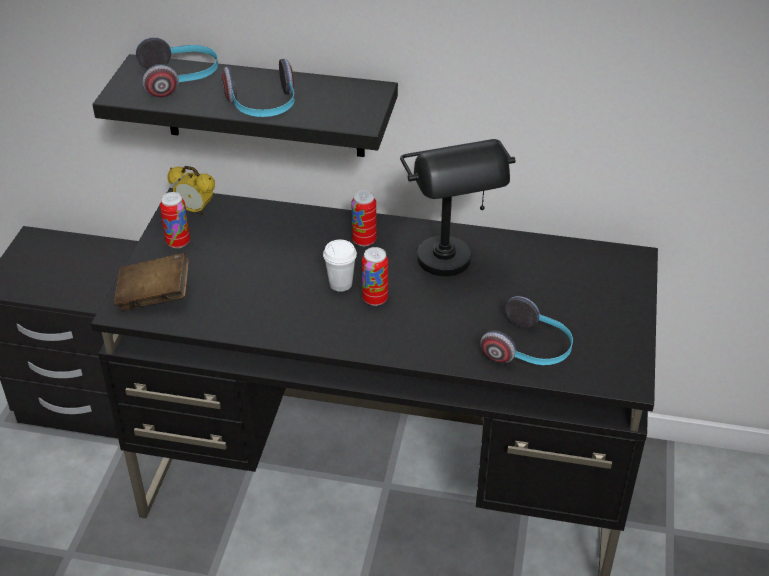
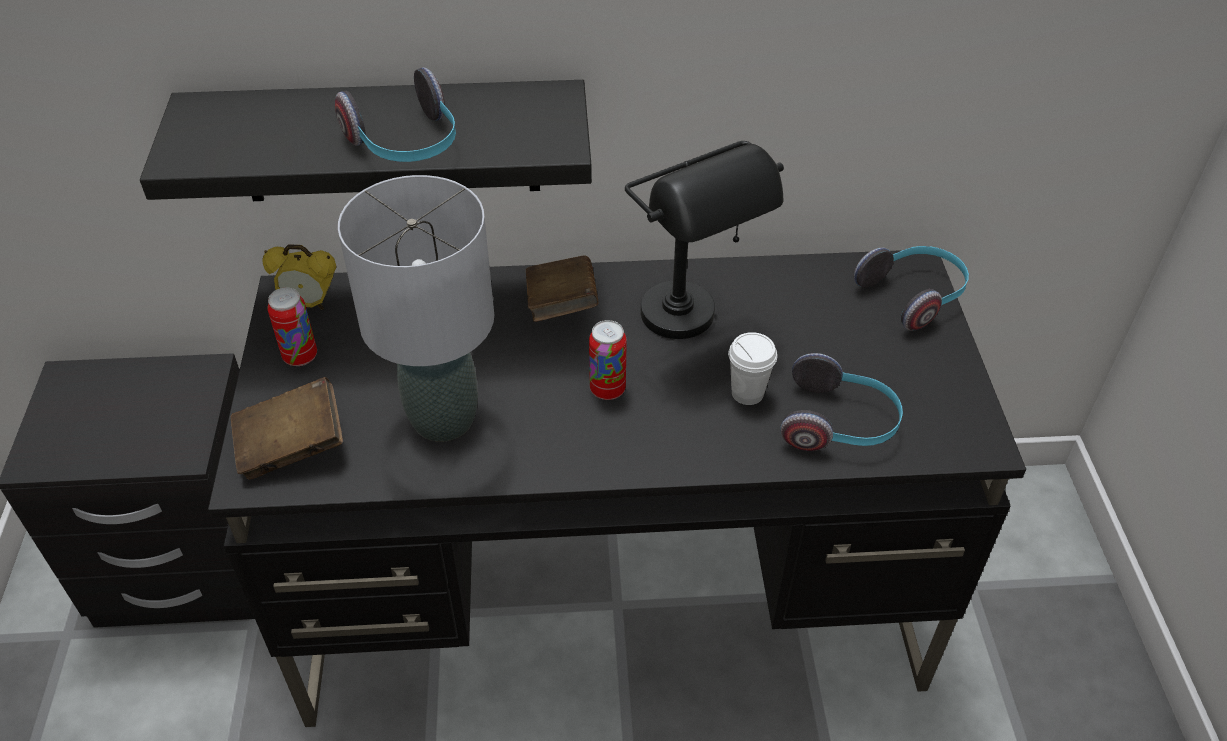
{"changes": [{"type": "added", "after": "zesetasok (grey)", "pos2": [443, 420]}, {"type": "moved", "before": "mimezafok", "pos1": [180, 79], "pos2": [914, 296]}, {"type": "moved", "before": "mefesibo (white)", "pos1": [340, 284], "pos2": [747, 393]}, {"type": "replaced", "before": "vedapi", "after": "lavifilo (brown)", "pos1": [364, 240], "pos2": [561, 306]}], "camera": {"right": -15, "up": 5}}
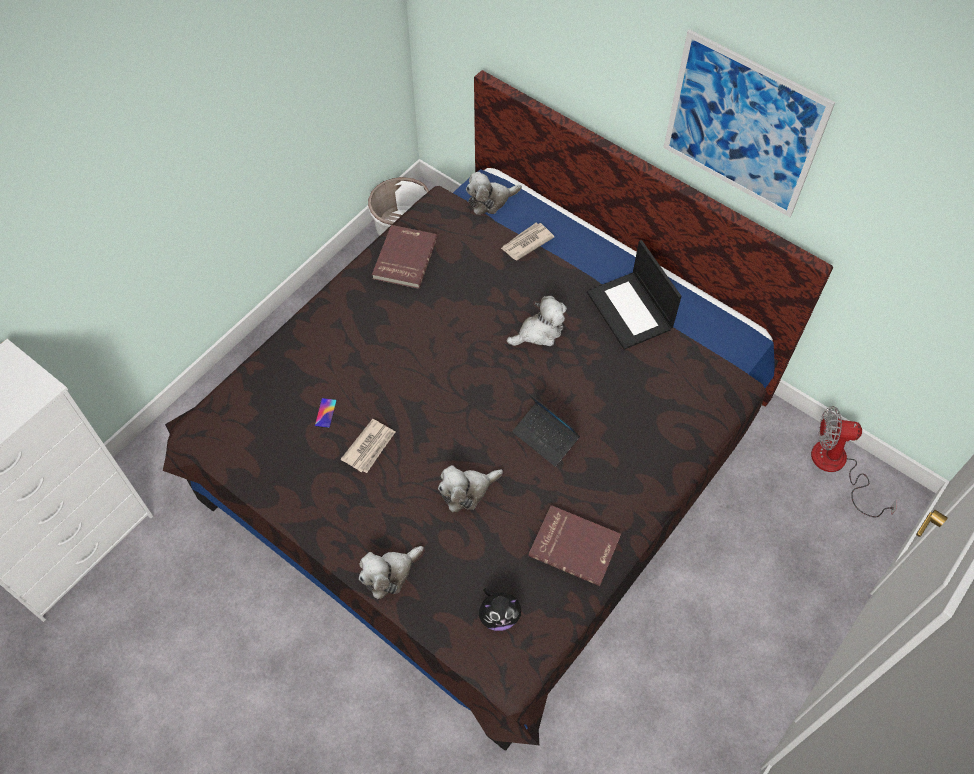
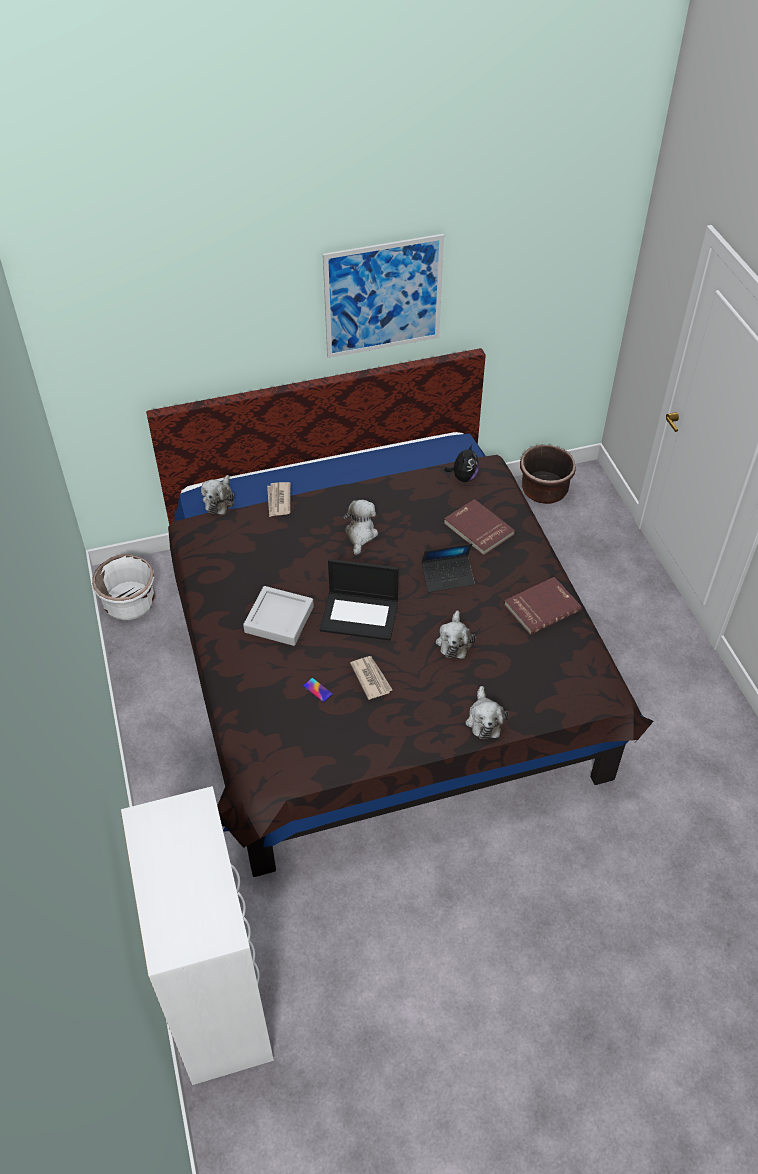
{"changes": [{"type": "added", "after": "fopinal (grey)", "pos2": [279, 619]}, {"type": "moved", "before": "lavifilo (red)", "pos1": [404, 258], "pos2": [478, 529]}, {"type": "moved", "before": "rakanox", "pos1": [499, 616], "pos2": [463, 477]}, {"type": "moved", "before": "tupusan", "pos1": [630, 311], "pos2": [360, 615]}, {"type": "replaced", "before": "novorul", "after": "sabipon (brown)", "pos1": [837, 467], "pos2": [544, 490]}], "camera": {"right": -55, "up": -10}}
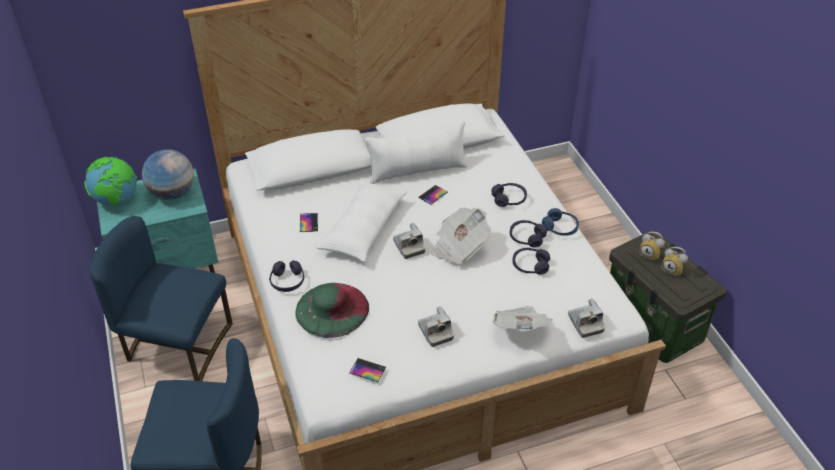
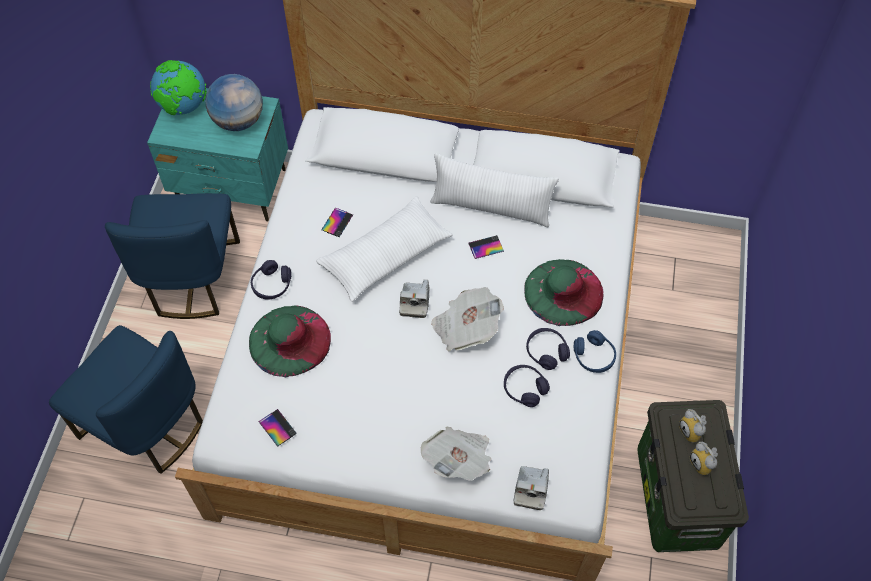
{"changes": [{"type": "removed", "before": "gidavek", "pos1": [435, 332]}, {"type": "replaced", "before": "mimezafok (purple)", "after": "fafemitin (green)", "pos1": [509, 199], "pos2": [563, 292]}, {"type": "turned", "before": "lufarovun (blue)", "pos1": [177, 346], "pos2": [192, 278], "turn": -135}], "camera": {"right": 30, "up": 15}}
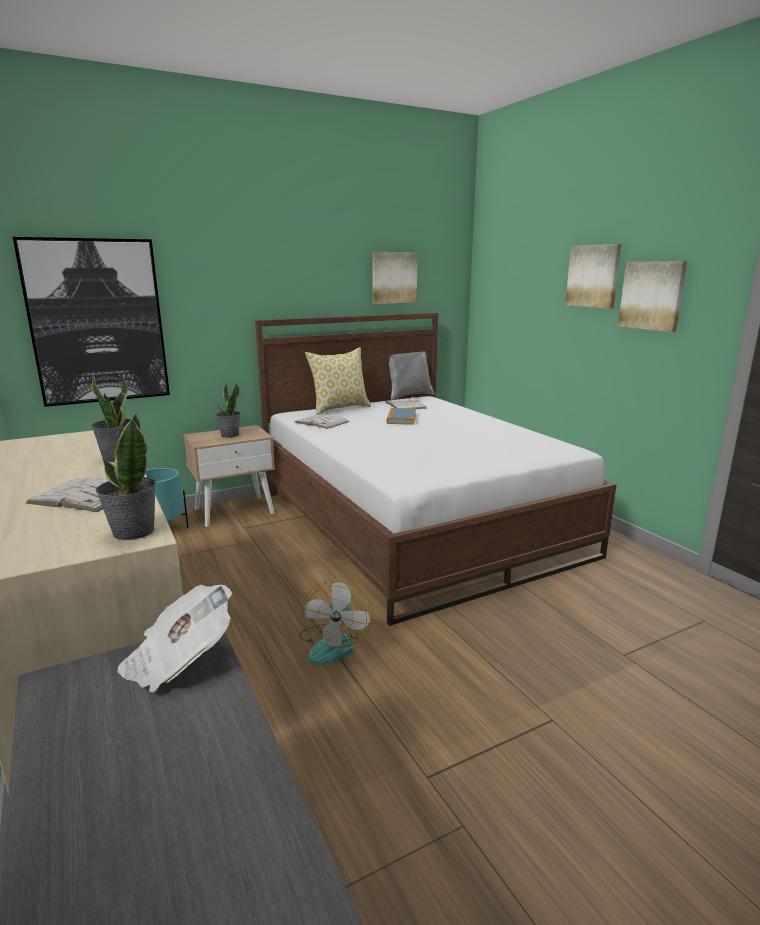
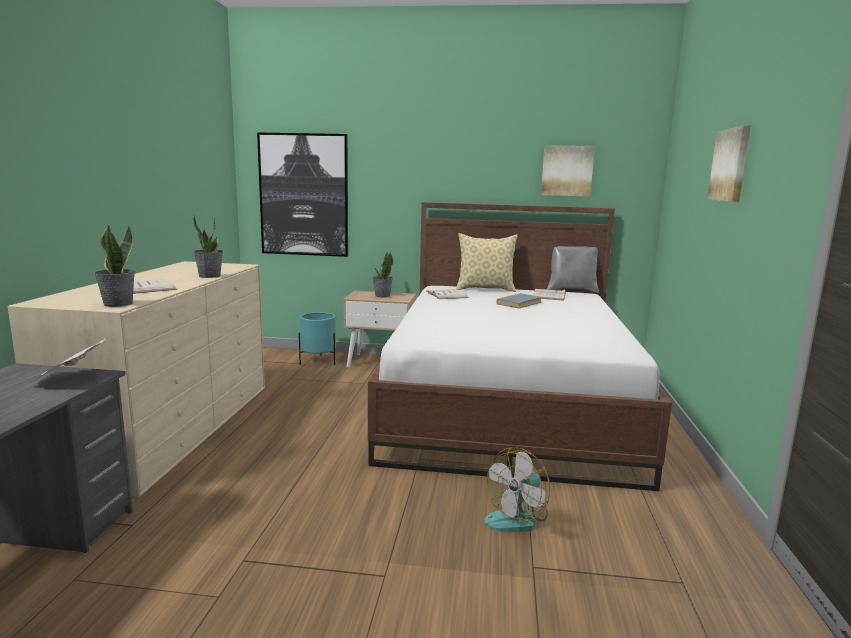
{"changes": [{"type": "removed", "before": "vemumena", "pos1": [652, 295]}, {"type": "moved", "before": "novorul", "pos1": [334, 644], "pos2": [517, 517]}], "camera": {"right": 35, "up": -5}}
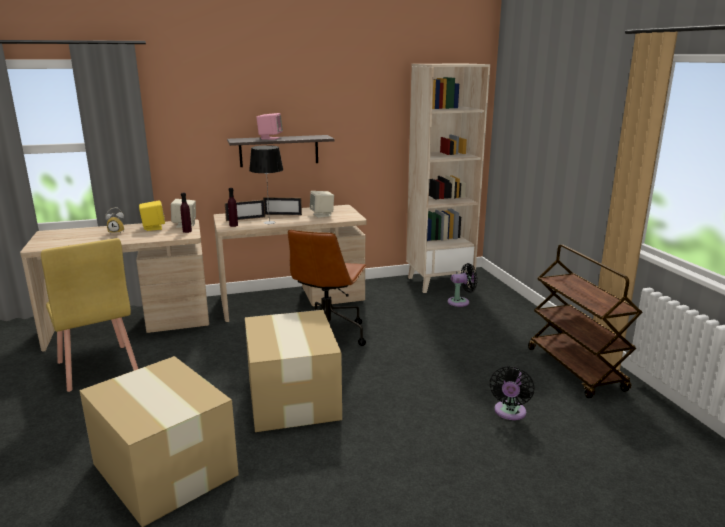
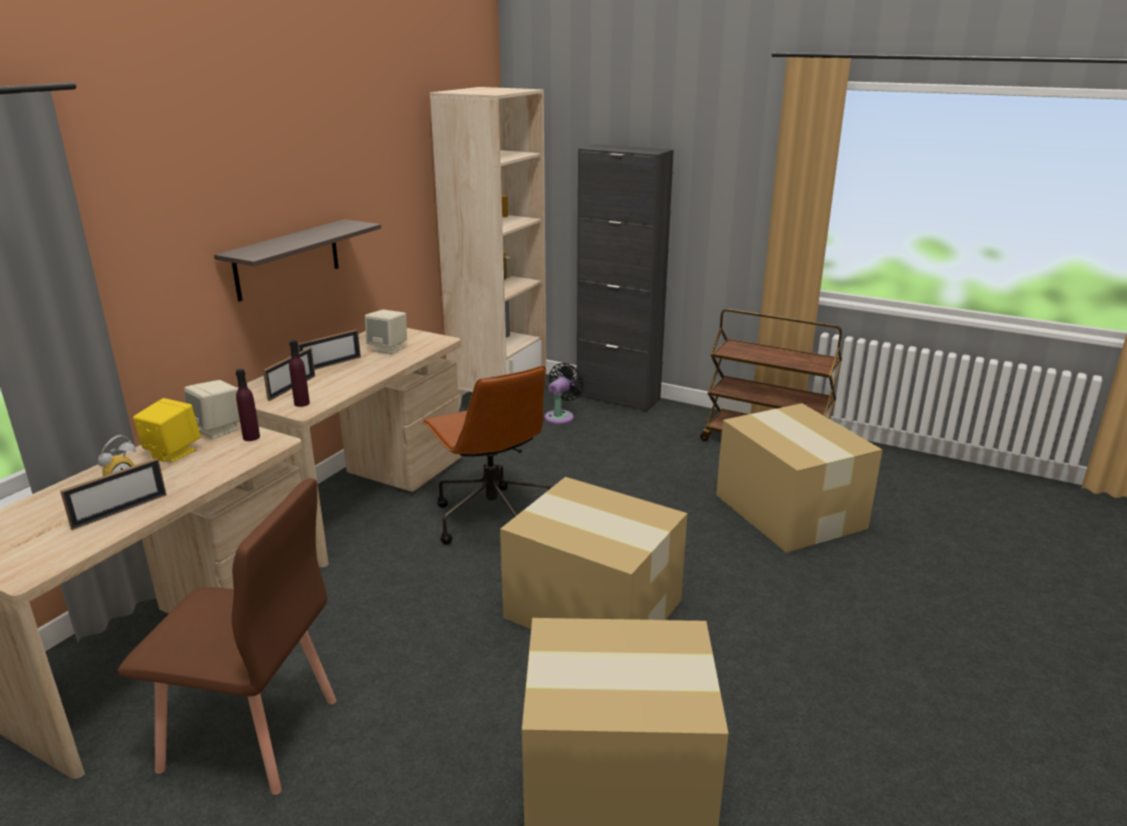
{"changes": [{"type": "removed", "before": "zesetasok", "pos1": [269, 222]}, {"type": "removed", "before": "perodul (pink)", "pos1": [270, 138]}, {"type": "added", "after": "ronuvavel", "pos2": [120, 511]}, {"type": "added", "after": "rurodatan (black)", "pos2": [618, 398]}, {"type": "replaced", "before": "novorul (black)", "after": "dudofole", "pos1": [509, 413], "pos2": [789, 510]}, {"type": "recoloured", "before": "lufarovun (yellow)", "after": "lufarovun (brown)", "pos1": [97, 367], "pos2": [251, 735]}], "camera": {"right": -45, "up": 5}}
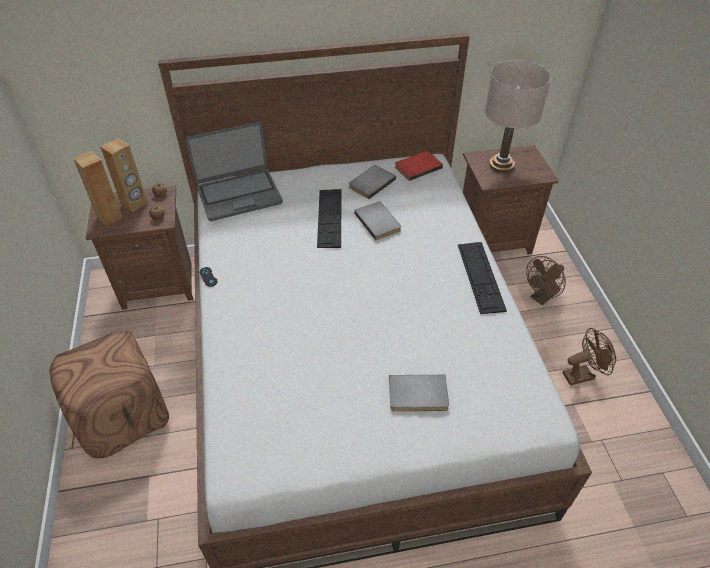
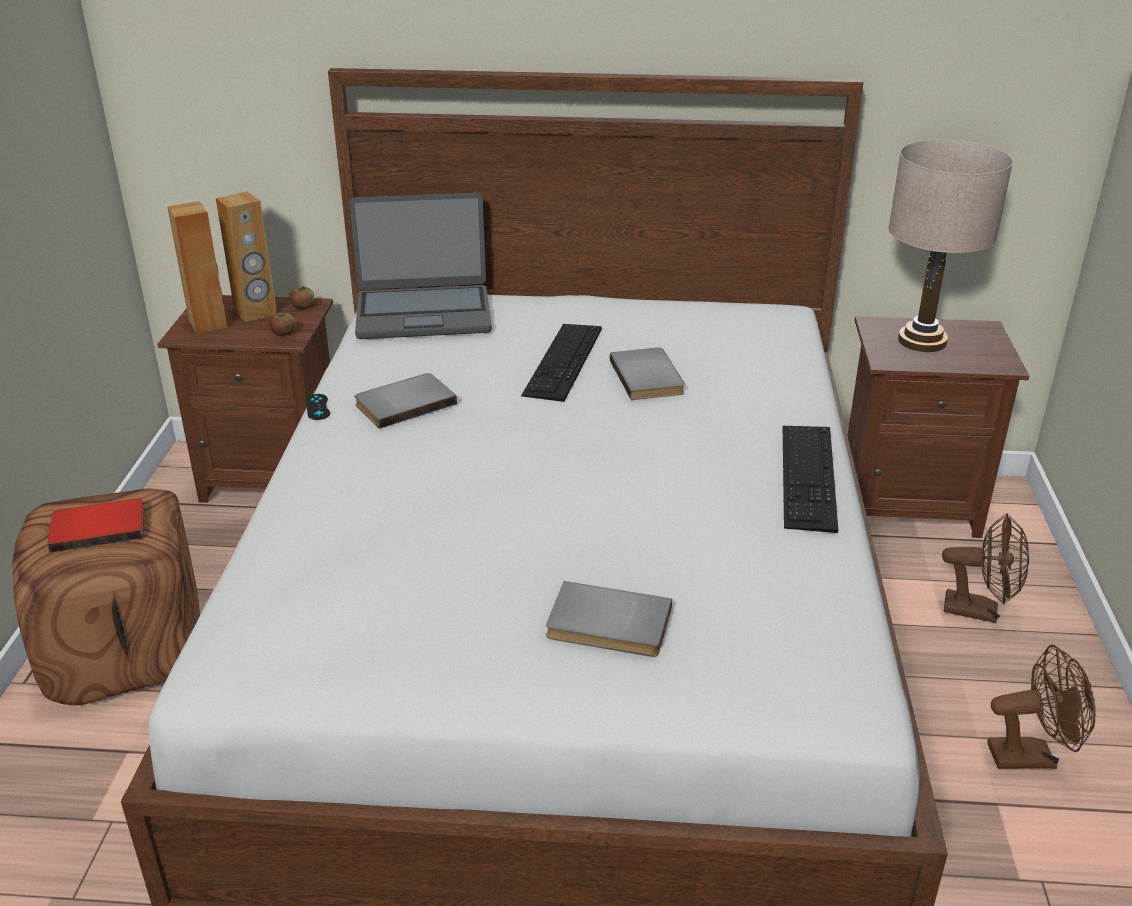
{"changes": [{"type": "moved", "before": "lavifilo (grey)", "pos1": [370, 183], "pos2": [404, 403]}, {"type": "moved", "before": "lavifilo (red)", "pos1": [417, 166], "pos2": [98, 527]}, {"type": "turned", "before": "novorul (brown)", "pos1": [541, 298], "pos2": [980, 611], "turn": -135}], "camera": {"right": 15, "up": -15}}
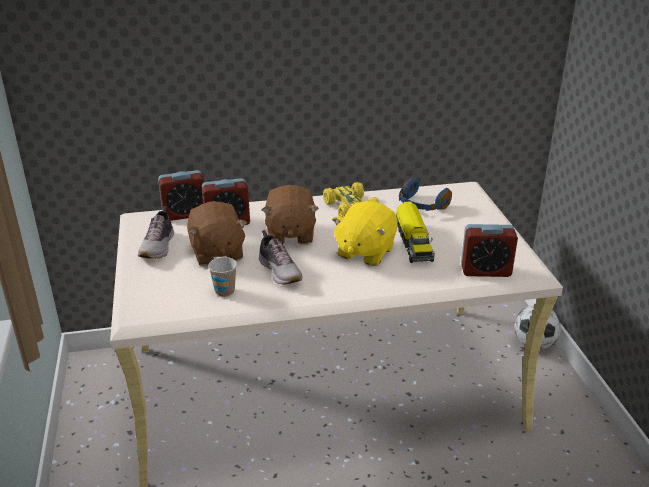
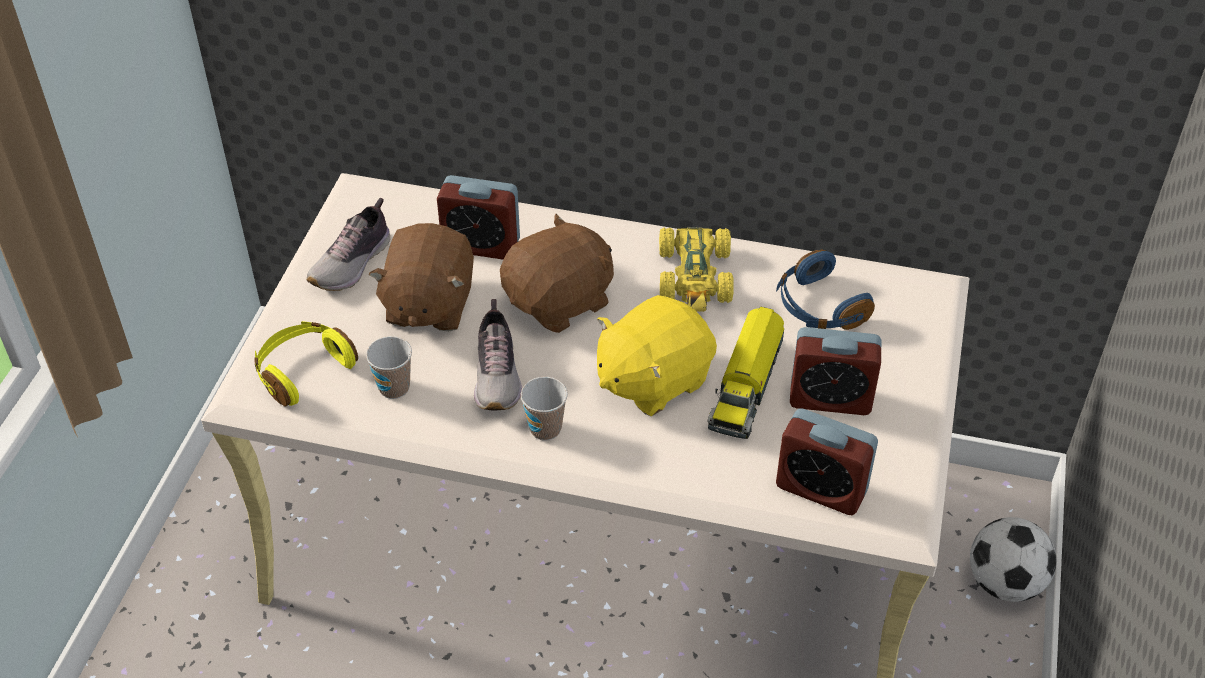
{"changes": [{"type": "added", "after": "mimezafok (yellow)", "pos2": [303, 371]}, {"type": "added", "after": "mefesibo", "pos2": [545, 429]}, {"type": "moved", "before": "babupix", "pos1": [185, 214], "pos2": [830, 398]}, {"type": "turned", "before": "rakanox (brown)", "pos1": [290, 234], "pos2": [560, 302], "turn": -150}], "camera": {"right": 25, "up": 15}}
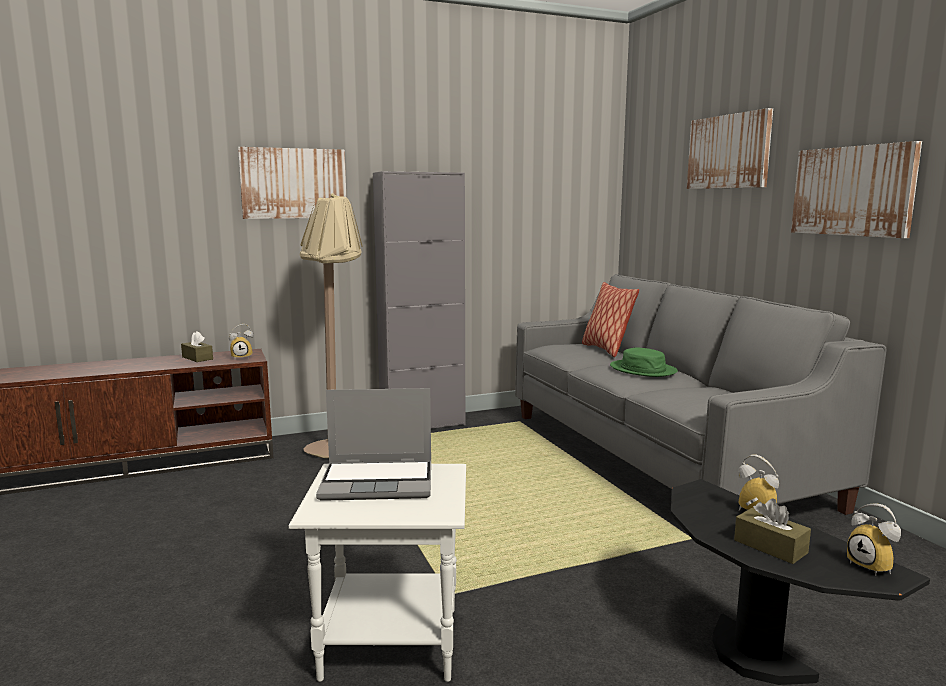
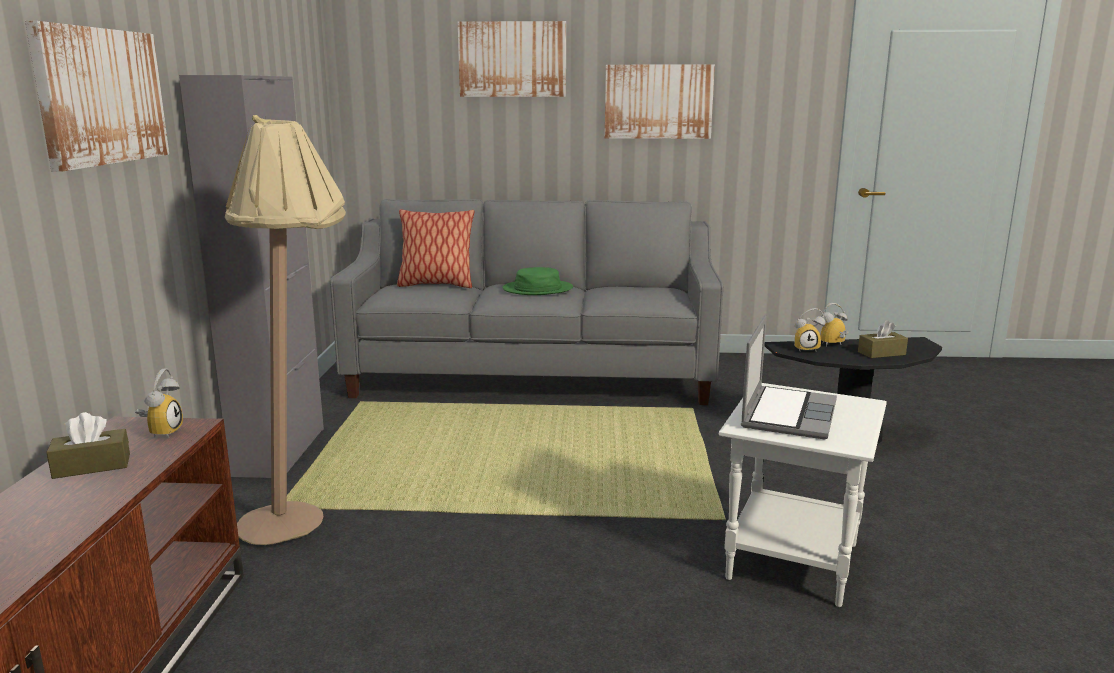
{"changes": [{"type": "moved", "before": "babupix", "pos1": [874, 566], "pos2": [806, 349]}], "camera": {"right": -65, "up": 5}}
